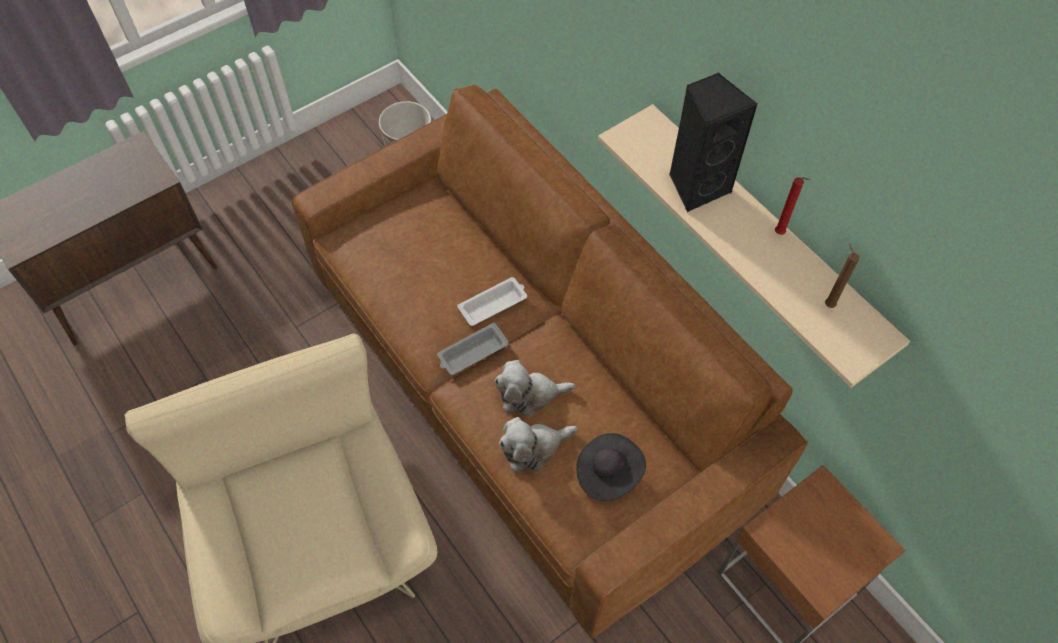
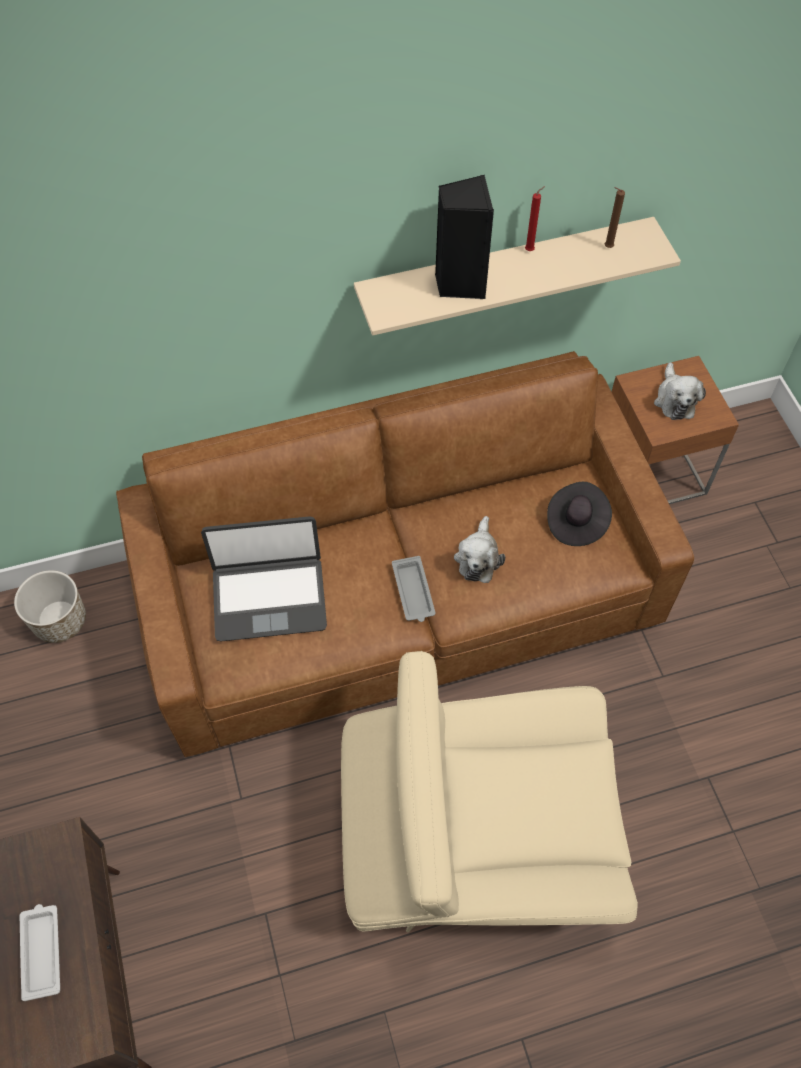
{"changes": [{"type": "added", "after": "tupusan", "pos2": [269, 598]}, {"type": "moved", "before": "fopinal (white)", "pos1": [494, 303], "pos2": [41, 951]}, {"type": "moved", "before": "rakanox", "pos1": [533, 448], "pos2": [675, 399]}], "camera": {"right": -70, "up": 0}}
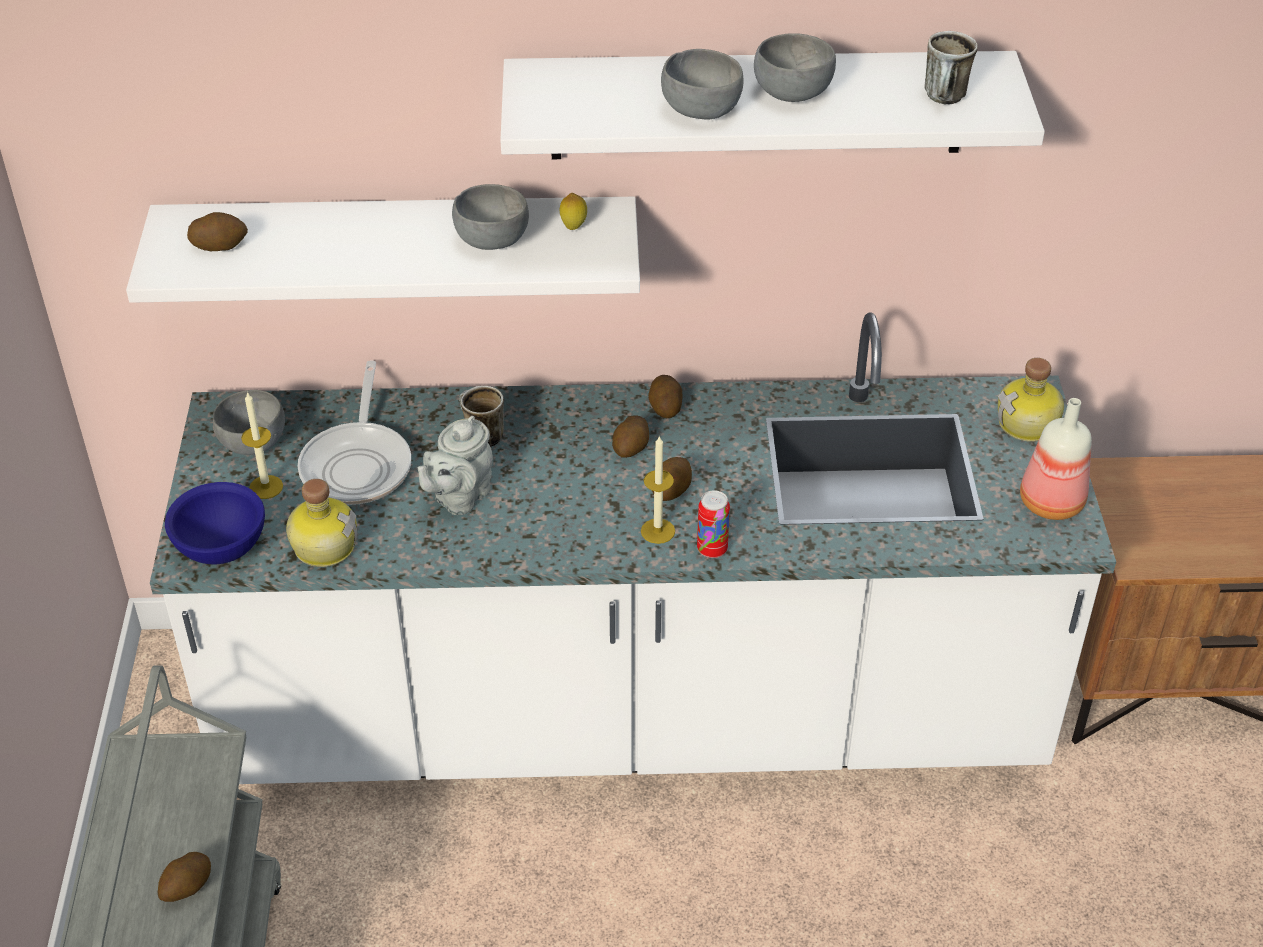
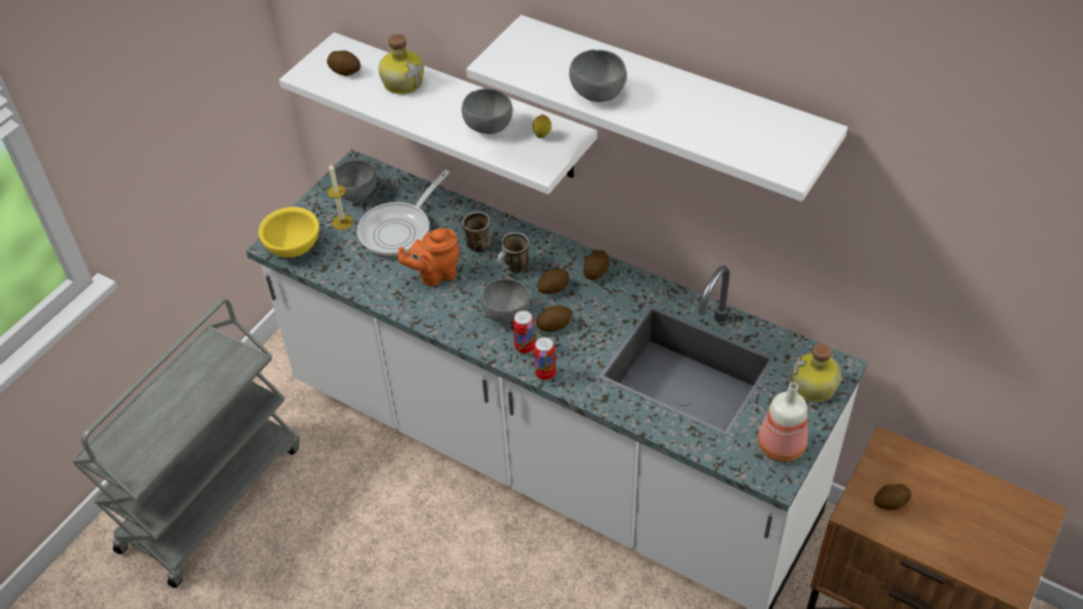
{"changes": [{"type": "moved", "before": "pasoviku", "pos1": [187, 887], "pos2": [890, 503]}, {"type": "moved", "before": "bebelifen", "pos1": [324, 545], "pos2": [403, 82]}, {"type": "moved", "before": "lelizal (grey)", "pos1": [792, 94], "pos2": [506, 313]}, {"type": "moved", "before": "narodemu", "pos1": [946, 100], "pos2": [513, 269]}, {"type": "replaced", "before": "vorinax", "after": "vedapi", "pos1": [658, 531], "pos2": [524, 347]}, {"type": "recoloured", "before": "lelizal (blue)", "after": "lelizal (yellow)", "pos1": [222, 549], "pos2": [293, 248]}, {"type": "recoloured", "before": "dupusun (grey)", "after": "dupusun (orange)", "pos1": [459, 497], "pos2": [435, 275]}], "camera": {"right": 35, "up": 5}}
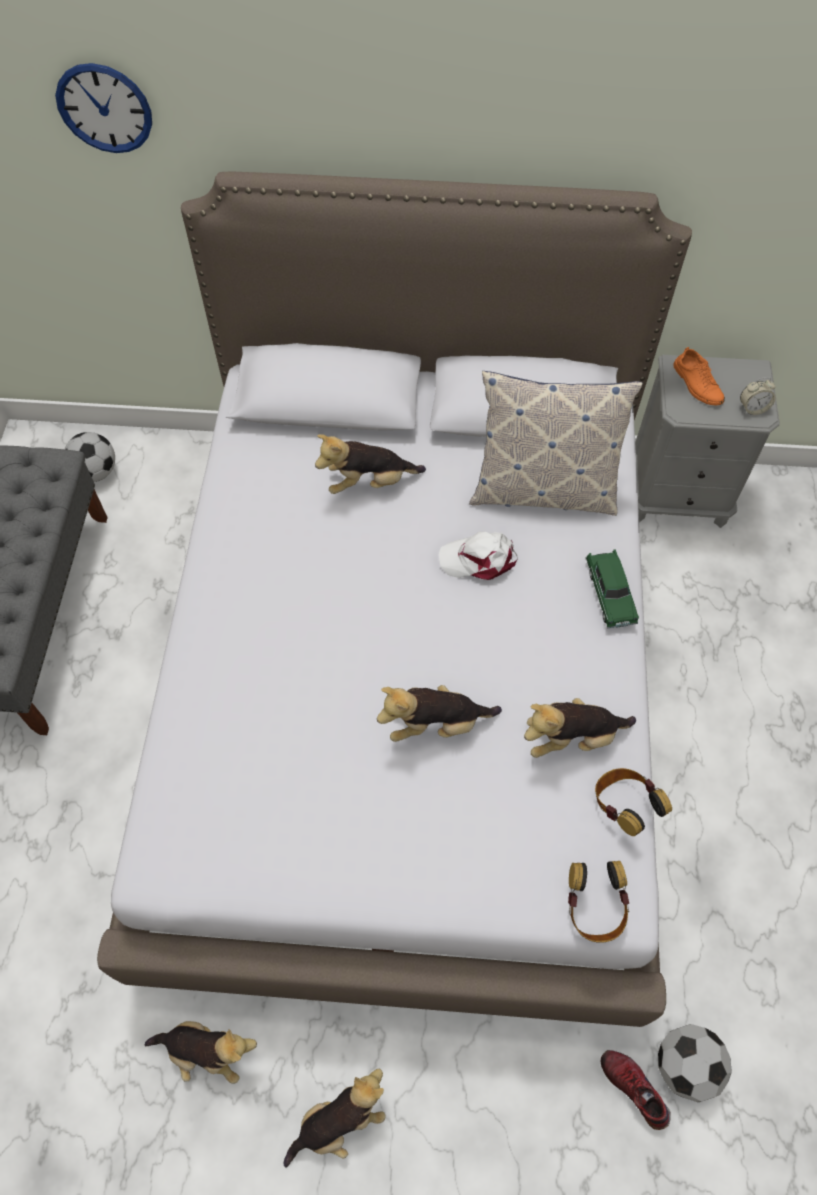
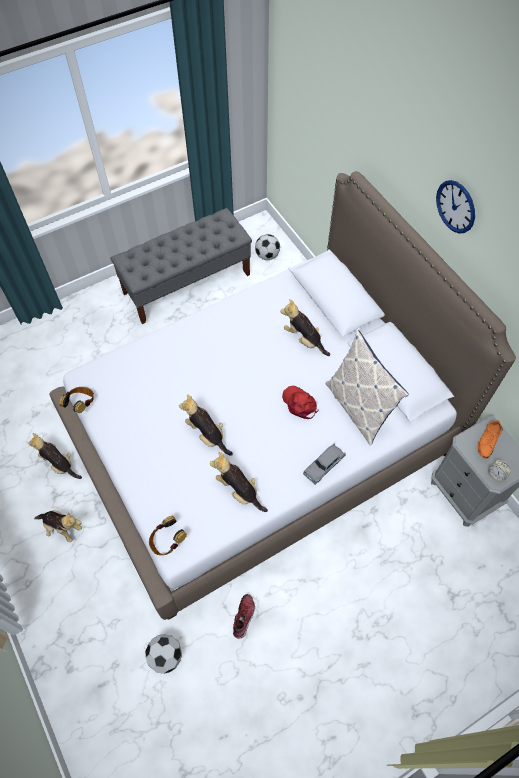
{"changes": [{"type": "moved", "before": "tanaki", "pos1": [104, 108], "pos2": [455, 206]}, {"type": "moved", "before": "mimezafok", "pos1": [624, 806], "pos2": [81, 404]}, {"type": "moved", "before": "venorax", "pos1": [635, 1087], "pos2": [244, 617]}, {"type": "recoloured", "before": "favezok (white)", "after": "favezok (red)", "pos1": [479, 559], "pos2": [300, 404]}, {"type": "recoloured", "before": "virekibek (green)", "after": "virekibek (grey)", "pos1": [609, 594], "pos2": [324, 466]}, {"type": "turned", "before": "rakanox", "pos1": [207, 1052], "pos2": [59, 464], "turn": 150}], "camera": {"right": 55, "up": 0}}
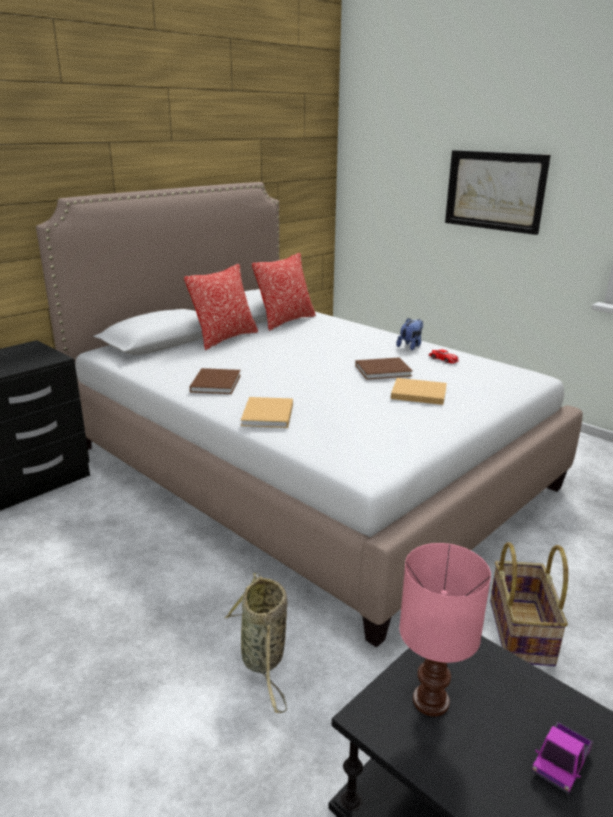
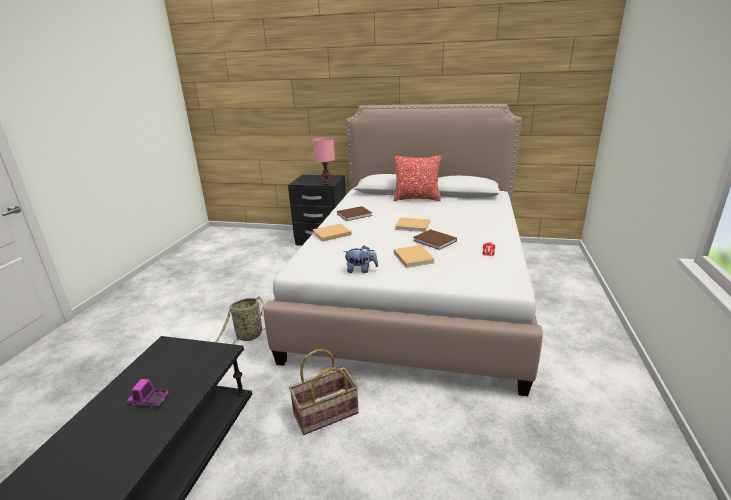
{"changes": [{"type": "removed", "before": "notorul", "pos1": [285, 321]}, {"type": "removed", "before": "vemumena", "pos1": [495, 191]}, {"type": "added", "after": "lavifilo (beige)", "pos2": [413, 226]}, {"type": "moved", "before": "rakanox", "pos1": [410, 346], "pos2": [361, 270]}, {"type": "moved", "before": "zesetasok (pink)", "pos1": [432, 702], "pos2": [326, 183]}], "camera": {"right": 60, "up": 0}}
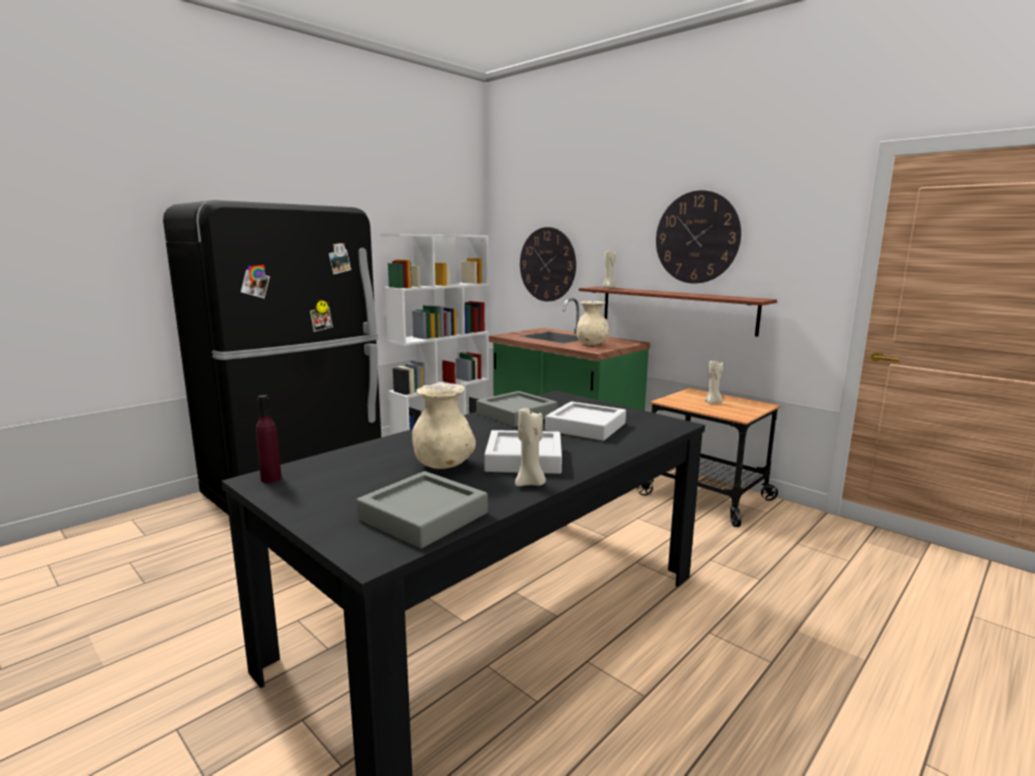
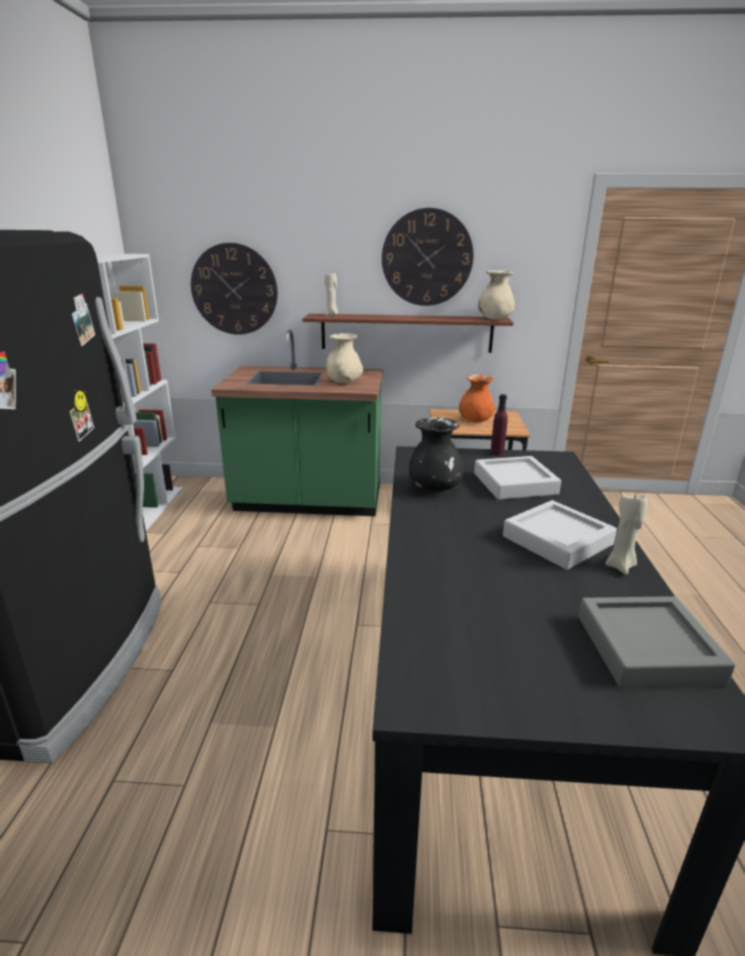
{"changes": [{"type": "moved", "before": "bebelifen (purple)", "pos1": [271, 479], "pos2": [497, 453]}, {"type": "moved", "before": "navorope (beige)", "pos1": [443, 465], "pos2": [494, 319]}, {"type": "replaced", "before": "fopinal (grey)", "after": "navorope (black)", "pos1": [516, 414], "pos2": [434, 488]}, {"type": "replaced", "before": "vorinax (beige)", "after": "navorope (orange)", "pos1": [713, 402], "pos2": [475, 421]}], "camera": {"right": -40, "up": 10}}
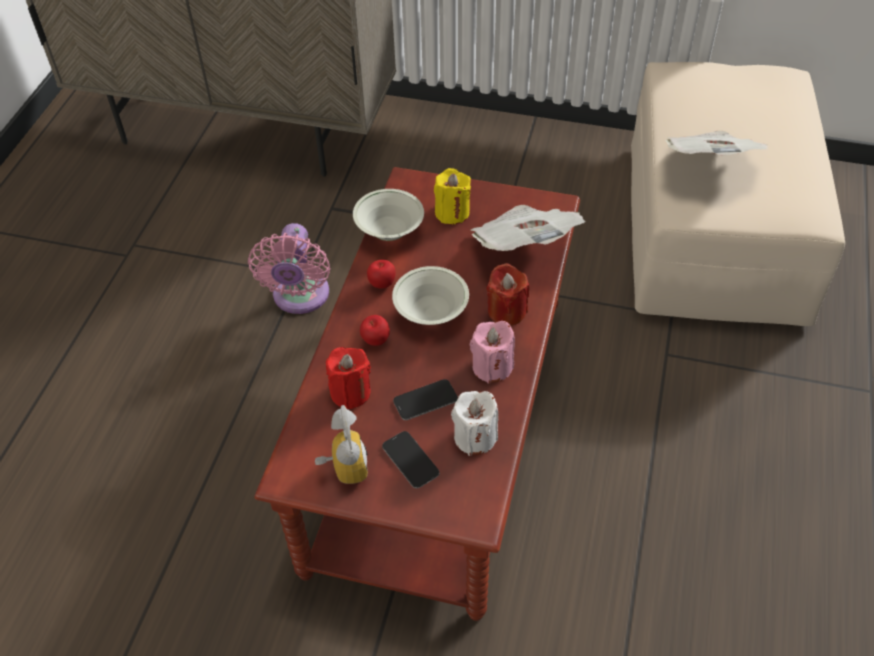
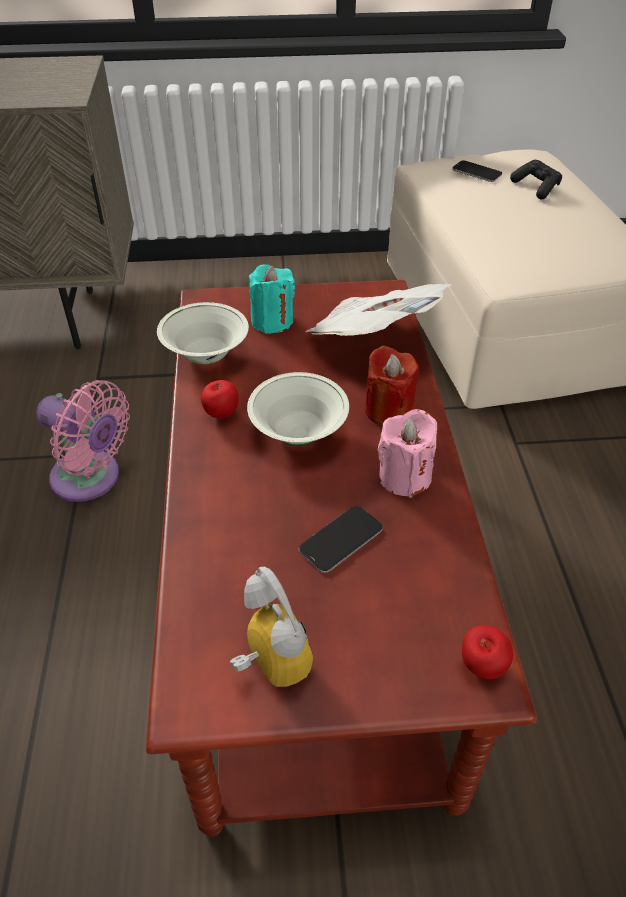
{"changes": [{"type": "removed", "before": "vorinax (red)", "pos1": [350, 392]}, {"type": "removed", "before": "vorinax (white)", "pos1": [475, 437]}, {"type": "removed", "before": "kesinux", "pos1": [709, 164]}, {"type": "added", "after": "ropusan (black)", "pos2": [535, 187]}, {"type": "moved", "before": "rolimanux", "pos1": [375, 341], "pos2": [481, 667]}, {"type": "moved", "before": "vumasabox", "pos1": [410, 460], "pos2": [476, 172]}, {"type": "recoloured", "before": "vorinax (yellow)", "after": "vorinax (turquoise)", "pos1": [452, 212], "pos2": [272, 321]}, {"type": "turned", "before": "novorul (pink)", "pos1": [300, 298], "pos2": [91, 479], "turn": -45}], "camera": {"right": -20, "up": -5}}
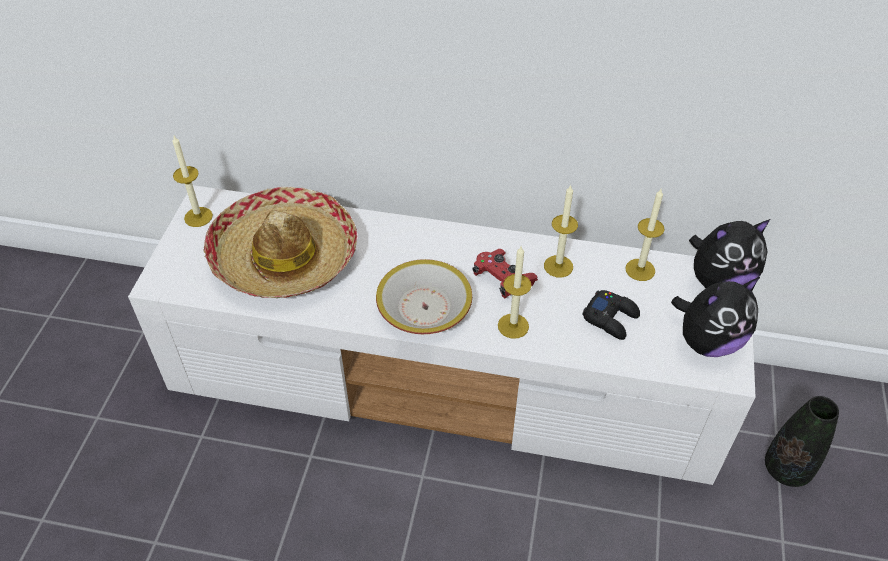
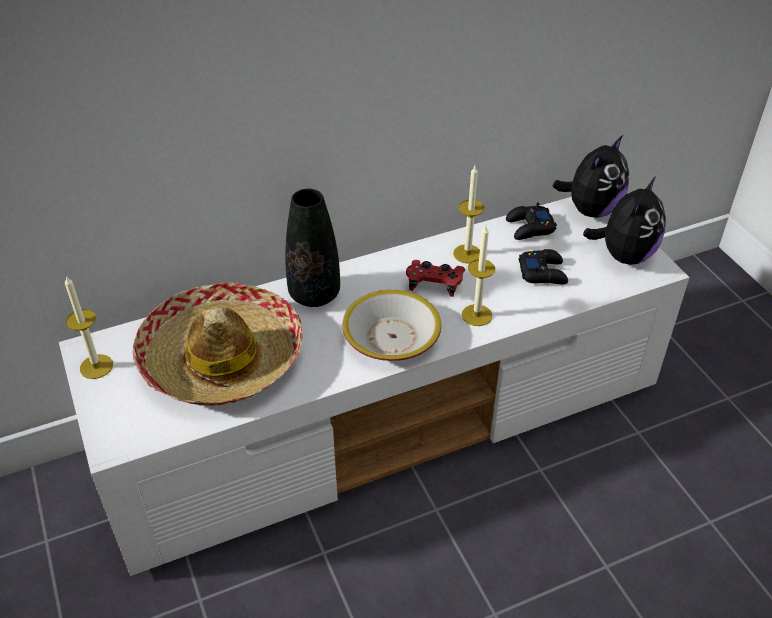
{"changes": [{"type": "moved", "before": "navorope (black)", "pos1": [786, 469], "pos2": [314, 295]}, {"type": "replaced", "before": "vorinax", "after": "ropusan (black)", "pos1": [640, 270], "pos2": [529, 228]}], "camera": {"right": -35, "up": -5}}
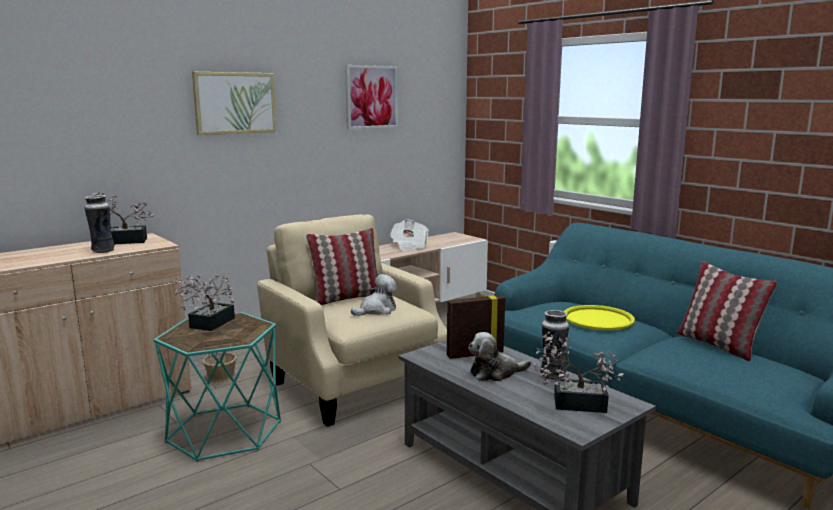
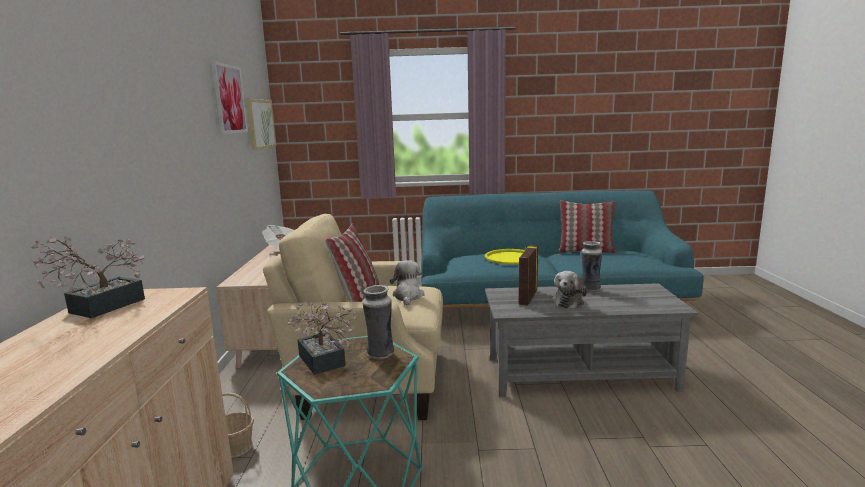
{"changes": [{"type": "removed", "before": "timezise", "pos1": [572, 402]}, {"type": "moved", "before": "navorope", "pos1": [102, 251], "pos2": [380, 355]}, {"type": "moved", "before": "vemumena", "pos1": [235, 103], "pos2": [260, 124]}], "camera": {"right": -50, "up": 0}}
